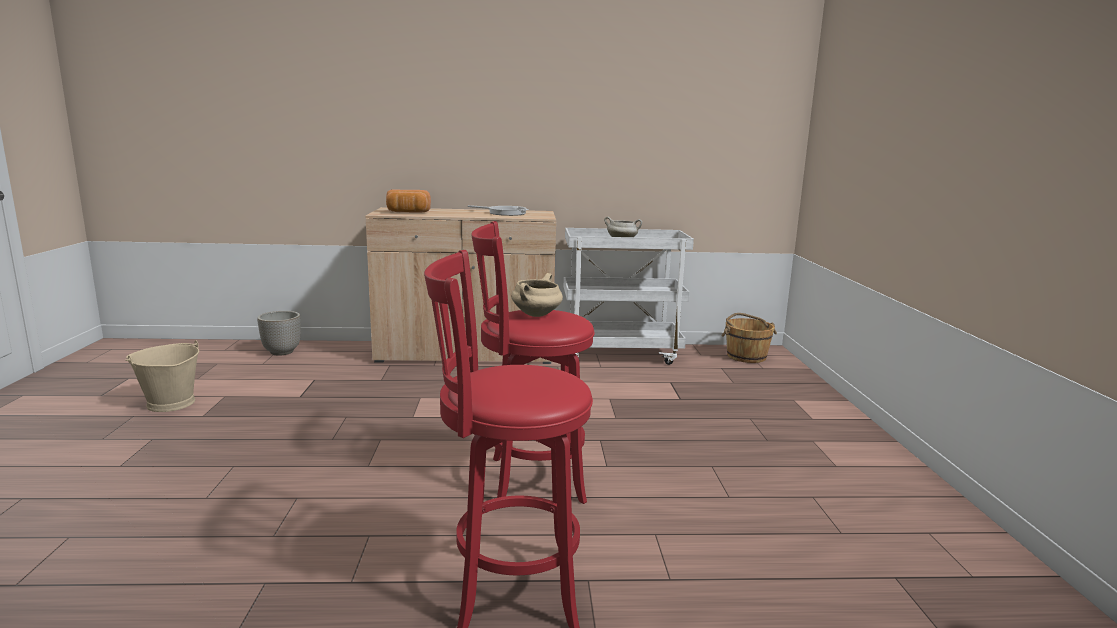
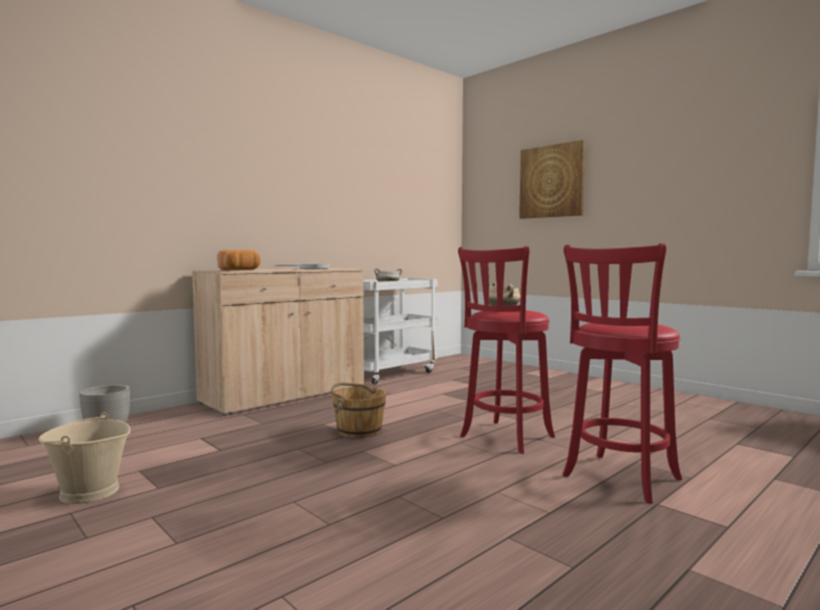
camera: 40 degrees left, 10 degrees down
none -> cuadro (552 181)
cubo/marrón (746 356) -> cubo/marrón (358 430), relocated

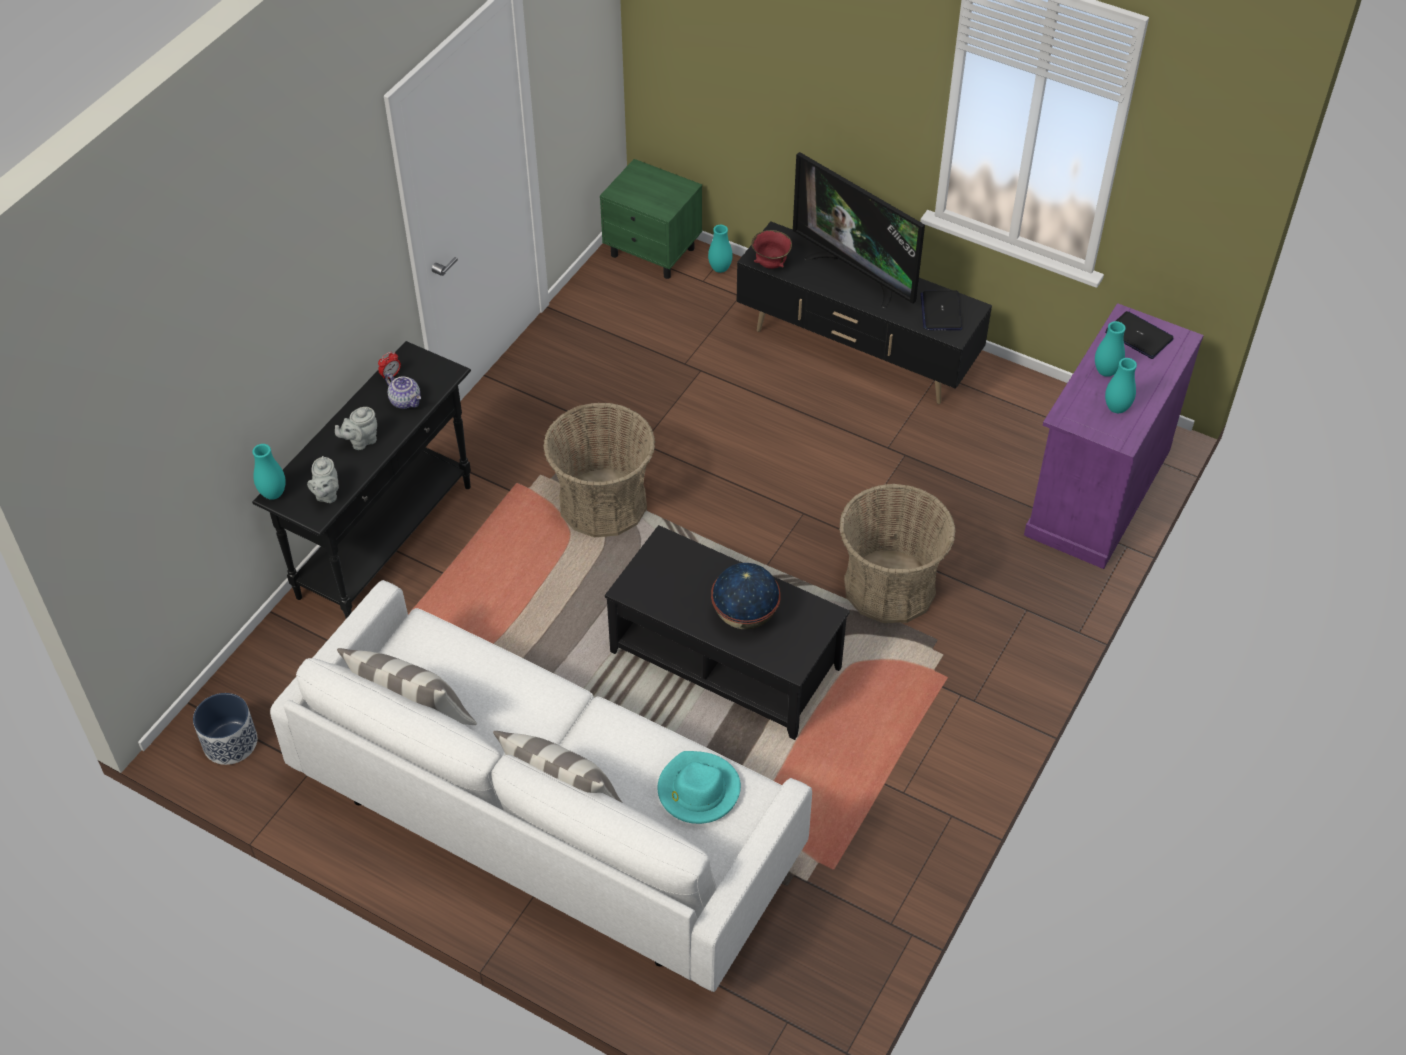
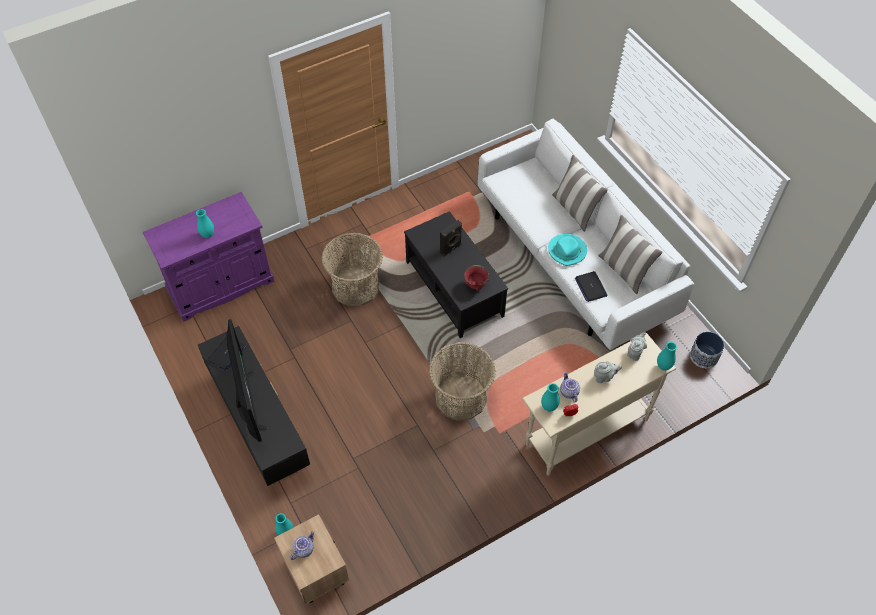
camera: 150 degrees left, 5 degrees up
none -> tetera (303 549)
sombrero/turquesa (698 790) -> sombrero/turquesa (567 251), relocated
cuenco/rojo (770 264) -> cuenco/rojo (476 285), relocated
portátil (1139 336) -> portátil (590 287), relocated
florero/turquesa (1116 408) -> florero/turquesa (549 407), relocated
globo terráqueo (745 616) -> altavoz/negro (451 249)
mesa consola/negro (386 541) -> mesa consola/beis (586 431)
mesita de noche/verde (653 252) -> mesita de noche/beis (316 571)

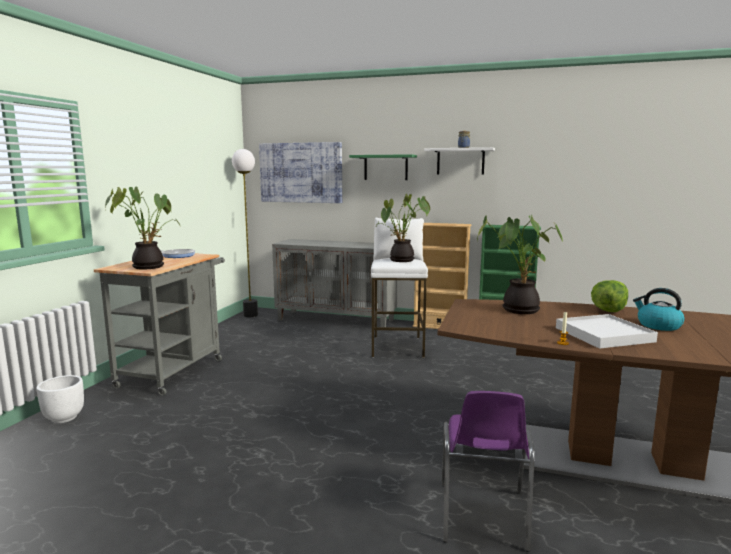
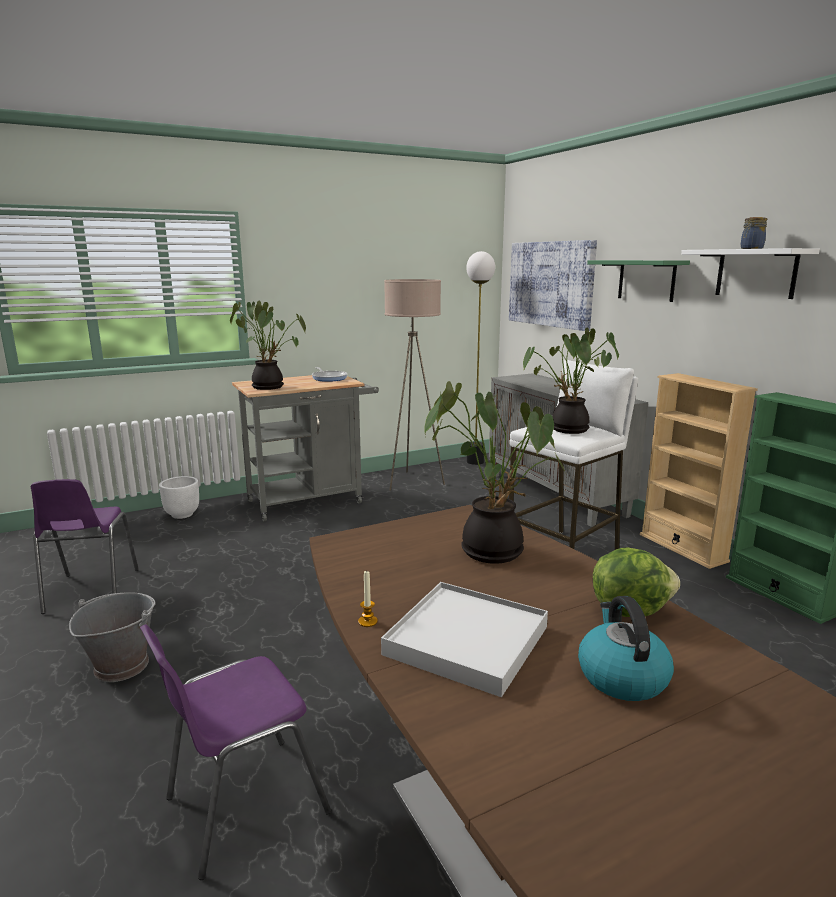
camera: 45 degrees right, 5 degrees up
none -> silla/morado (90 592)
none -> cubo/gris (121 665)
none -> lámpara de pie/beis (413 482)

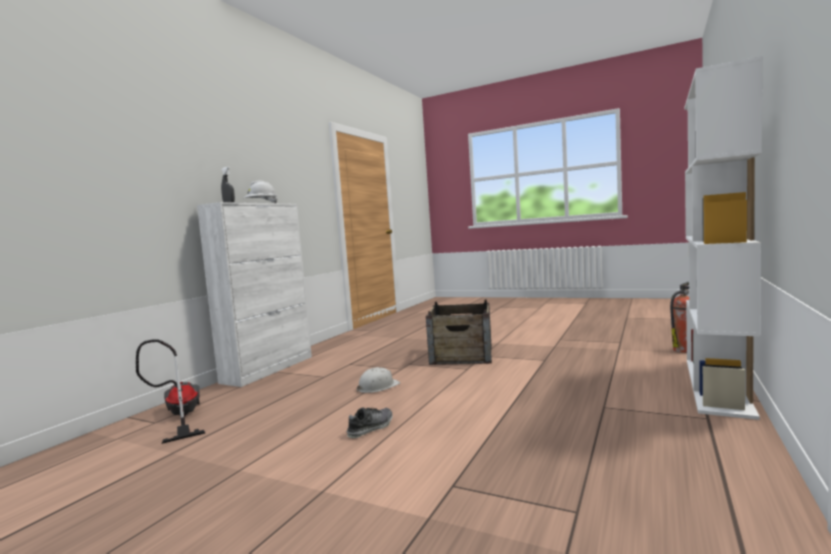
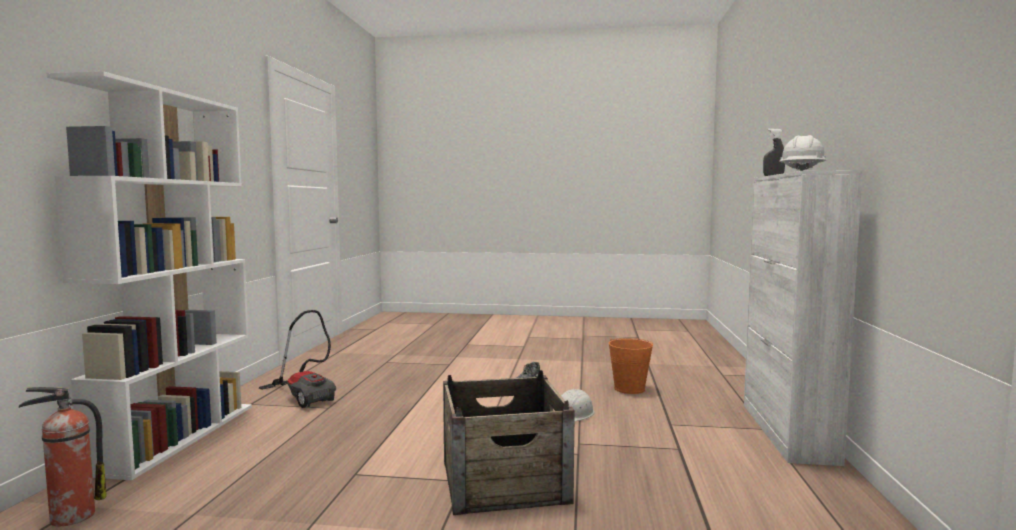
camera: 160 degrees right, 0 degrees up
none -> cubo/naranja (629 389)
aspiradora (179 417) -> aspiradora (305 396), relocated

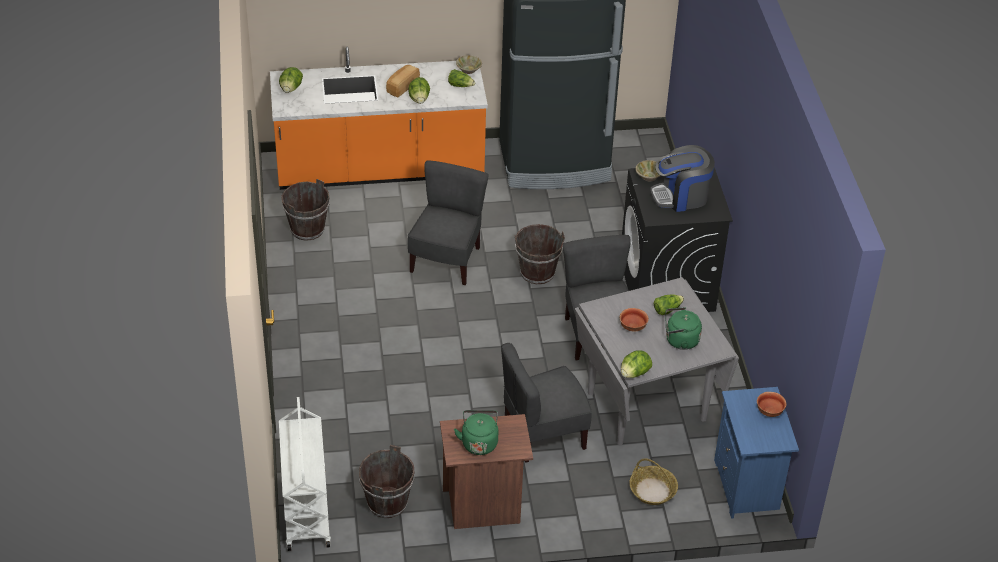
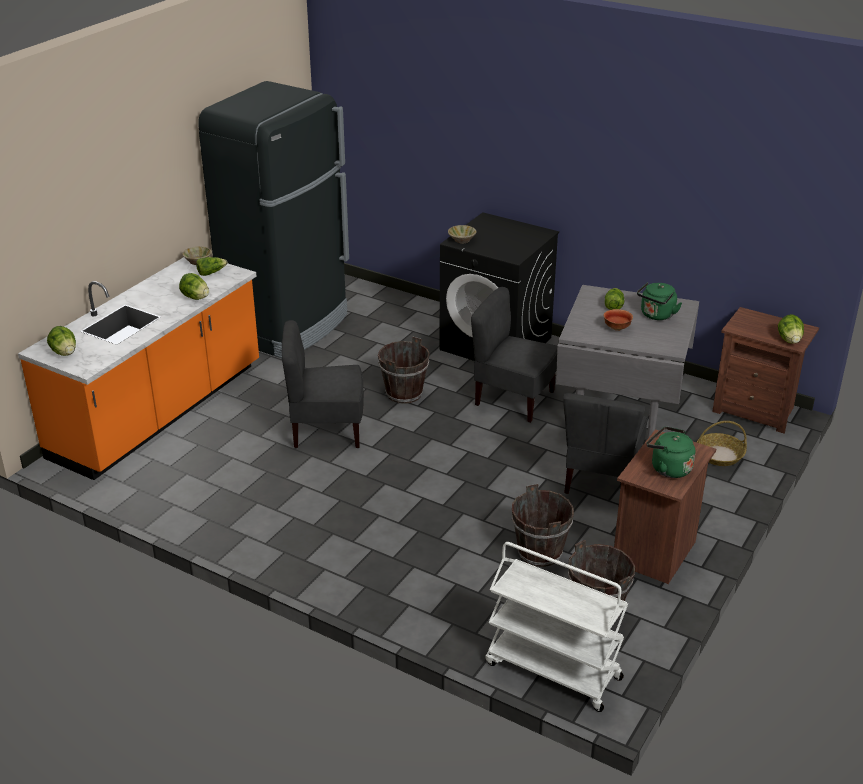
camera: 50 degrees left, 10 degrees down
pan (402 87) -> none
cafetera (681 196) -> none
cuenco (769 411) -> none
cubo/marrón (307 229) -> cubo/marrón (539 552), relocated
lechuga (634 373) -> lechuga (789 340), relocated
mesita de noche/azul (748 487) -> mesita de noche/marrón (756 410)
silla/gris (447 260) -> silla/gris (326 431), 60 degrees counterclockwise

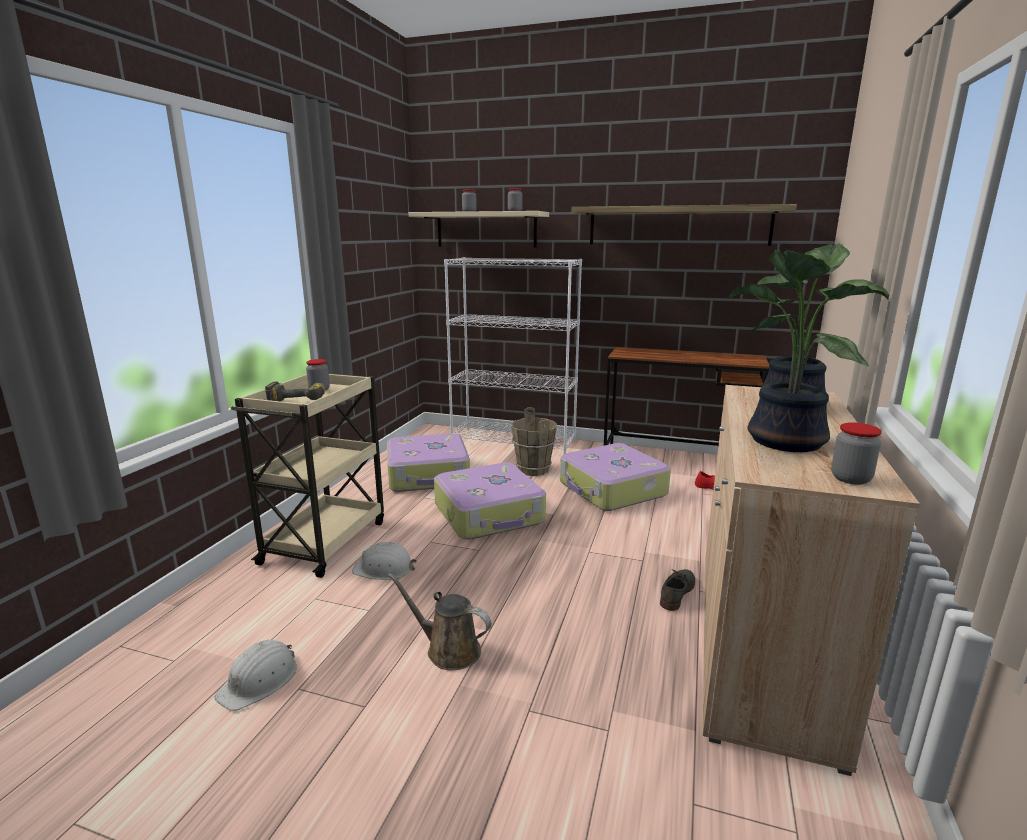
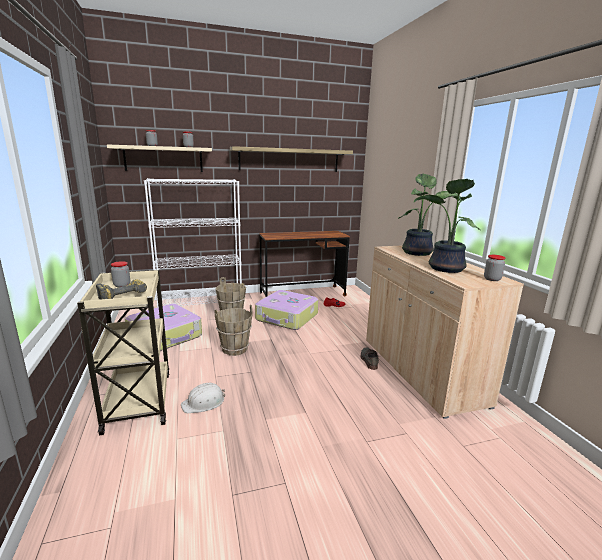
camera: 35 degrees left, 0 degrees up
casco/blanco (260 680) -> none
regadera/marrón (448 650) -> none
maleta (490 514) -> cubo/marrón (234 349)

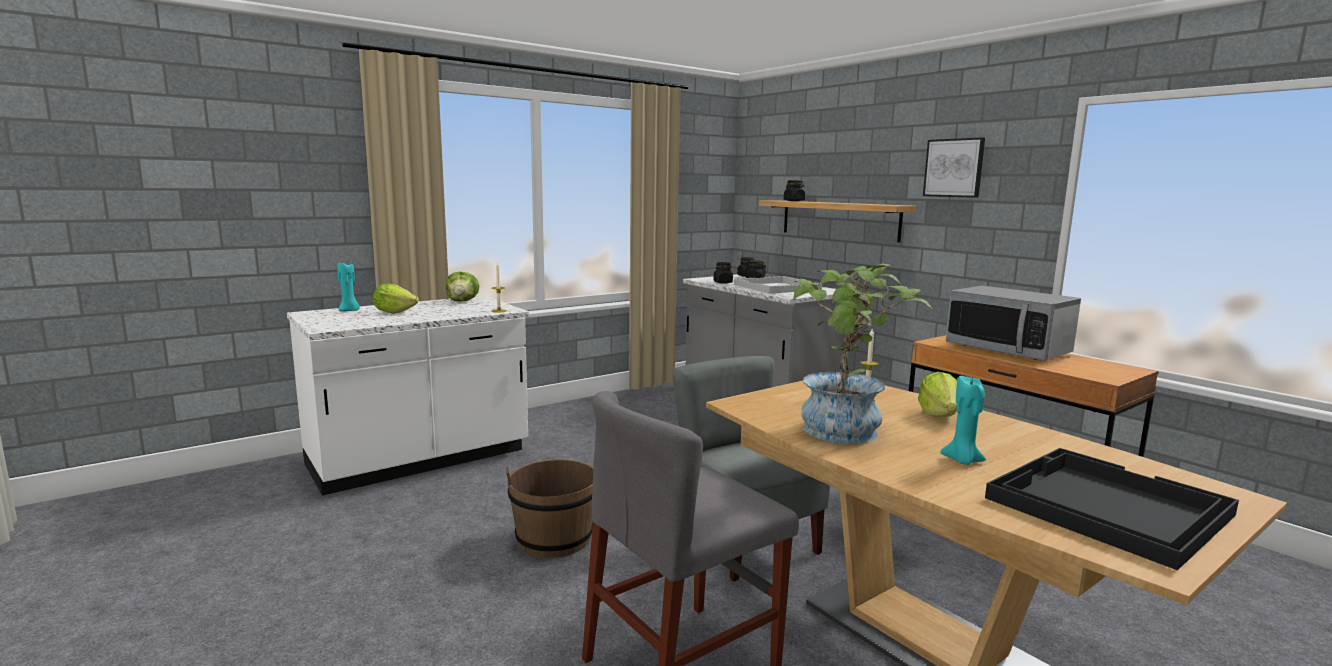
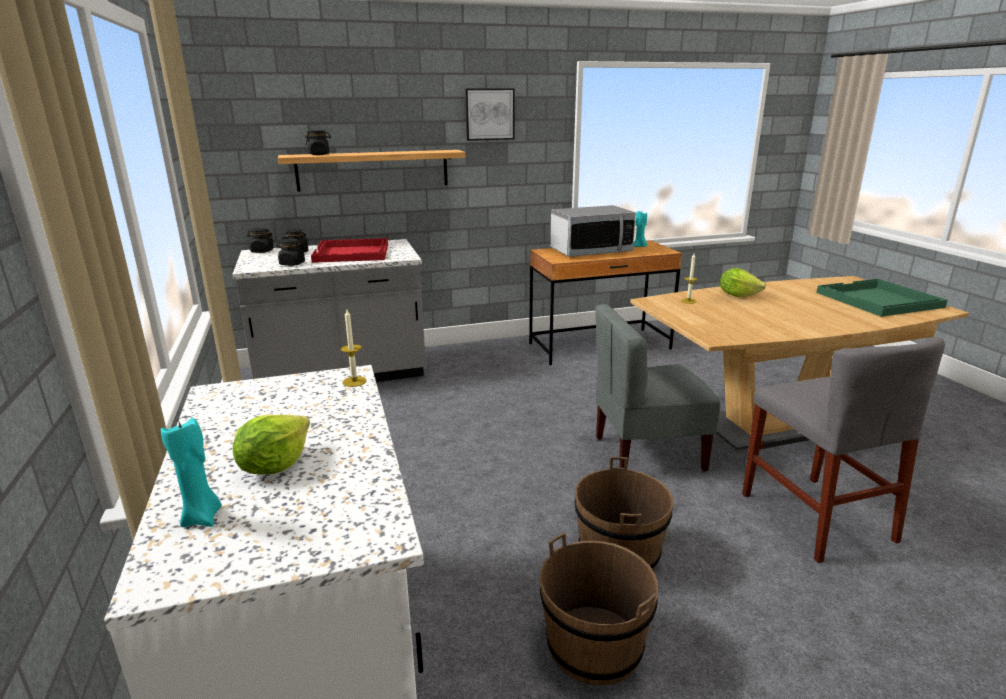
camera: 70 degrees left, 10 degrees up
lechuga (462 301) -> none
planta en maceta (844 434) -> none
none -> cubo/marrón (594 646)
vela/turquesa (962 461) -> vela/turquesa (639 246), relocated
bandeja/blanco (776 287) -> bandeja/rojo (352 253)
bandeja/negro (1104 506) -> bandeja/verde (878 300)

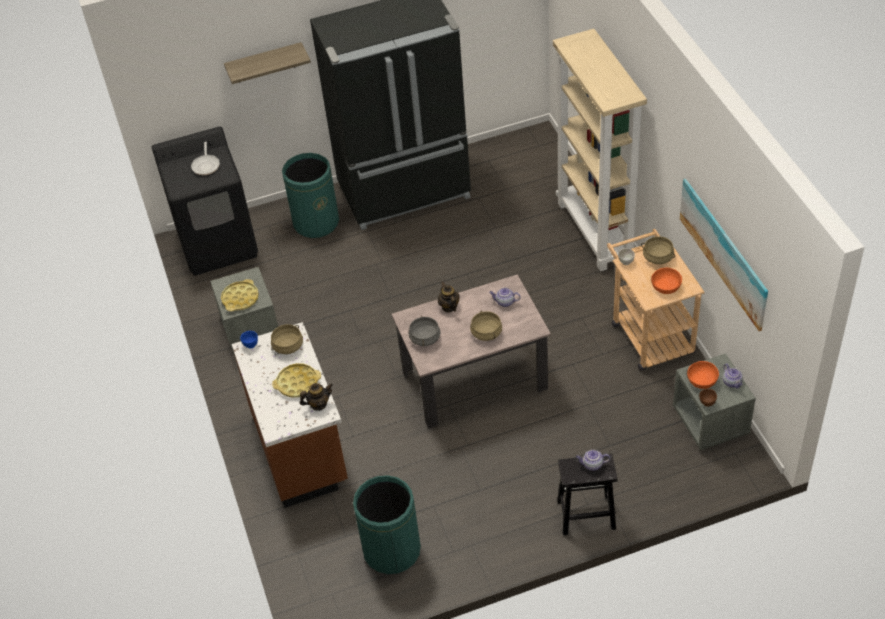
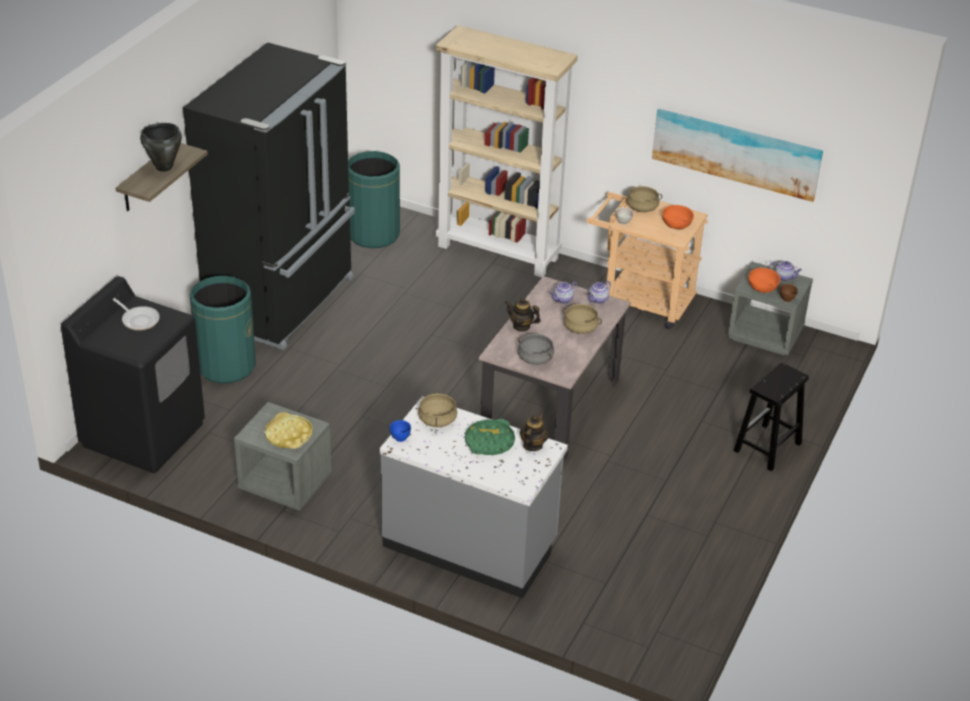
camera: 50 degrees left, 10 degrees down
none -> olla/negro (163 167)
papelera/verde (392 550) -> papelera/verde (373 234), relocated
tetera (592 465) -> tetera (598 300), relocated
mueble bajo de cocina/marrón (301 447) -> mueble bajo de cocina/gris (470 544)
bandeja/amarillo (297 383) -> bandeja/verde (489 441)

